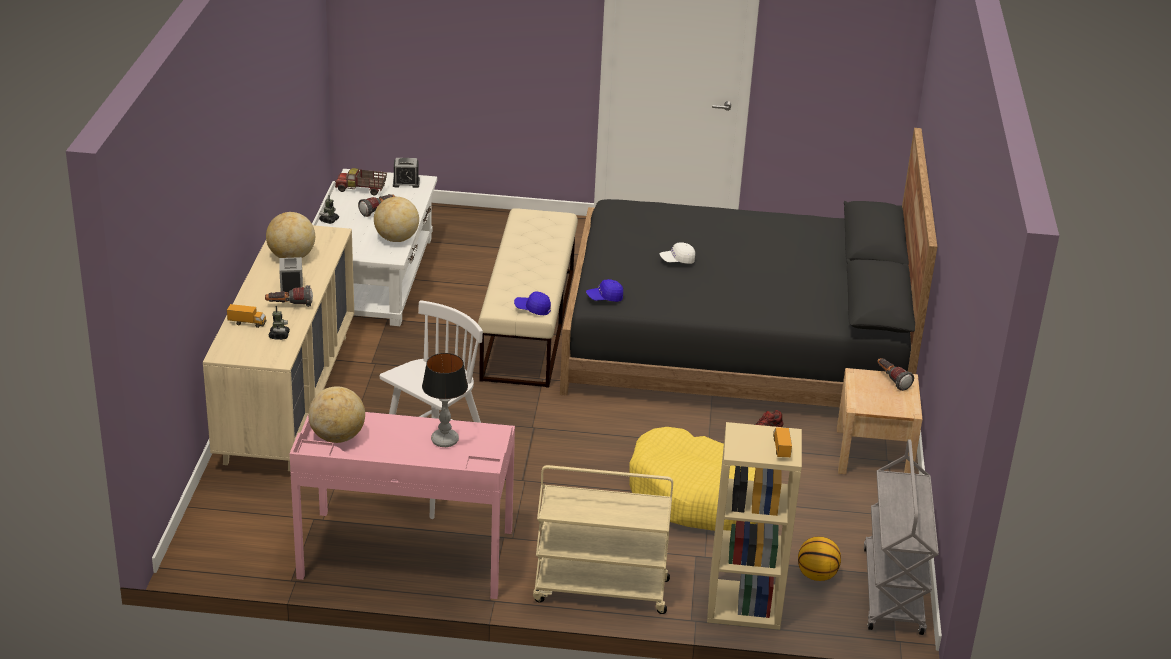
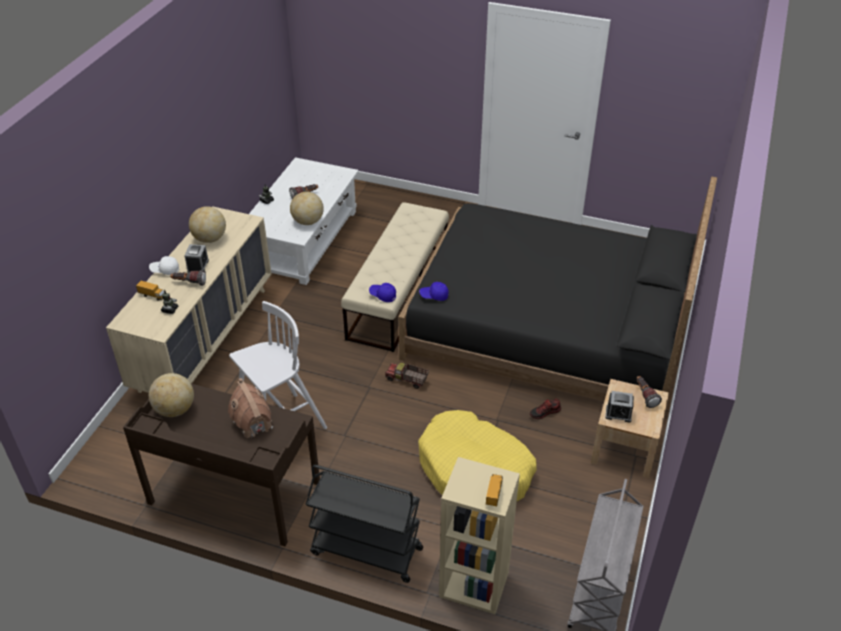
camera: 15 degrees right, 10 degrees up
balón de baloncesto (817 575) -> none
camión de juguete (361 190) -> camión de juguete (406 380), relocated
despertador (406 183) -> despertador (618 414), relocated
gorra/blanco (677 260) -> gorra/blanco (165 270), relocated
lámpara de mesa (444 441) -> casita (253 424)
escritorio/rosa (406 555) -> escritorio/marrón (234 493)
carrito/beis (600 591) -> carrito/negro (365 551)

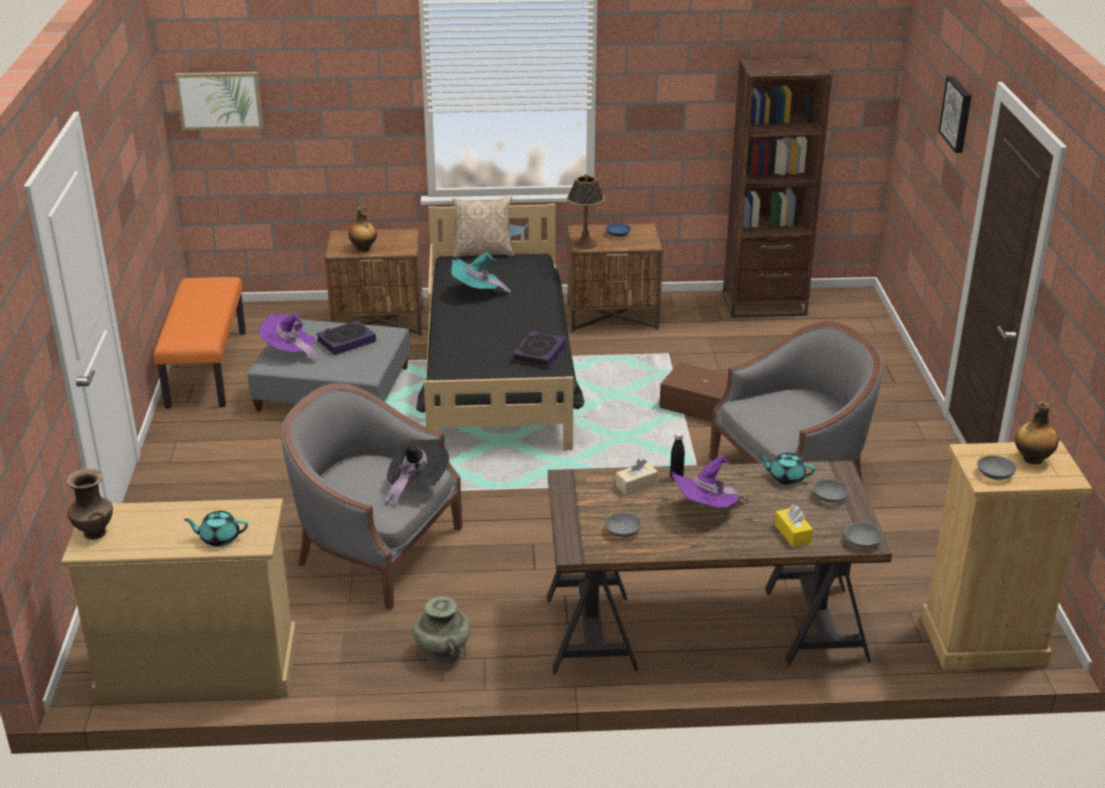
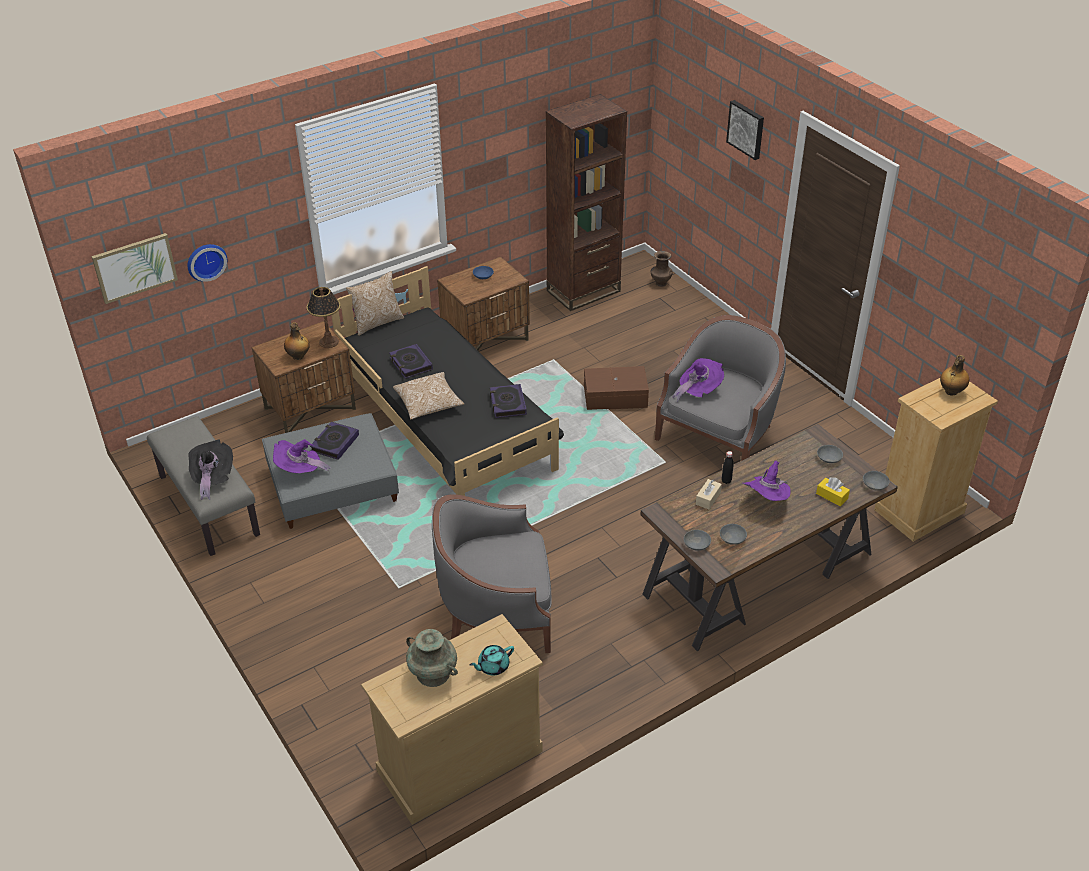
camera: 30 degrees left, 10 degrees up
tetera/turquesa (786 478) -> none
none -> reloj de pared (206 261)
none -> cojín (428 404)
none -> sombrero/morado (698 390)
florero/marrón (94 532) -> florero/marrón (660 283), relocated
sombrero/negro (415 486) -> sombrero/negro (212 478), relocated
florero/turquesa (443 652) -> florero/turquesa (433 673), relocated
lámpara de mesa (585 244) -> lámpara de mesa (328 342), relocated
cuenco/gris (995 474) -> cuenco/gris (697 544), relocated
sombrero/turquesa (477 293) -> libro (410 364)
banco/naranja (206 369) -> banco/gris (207 505)

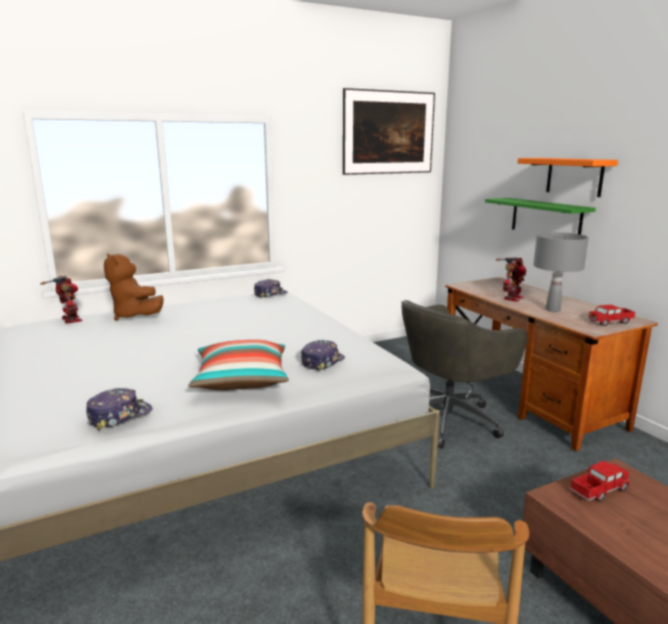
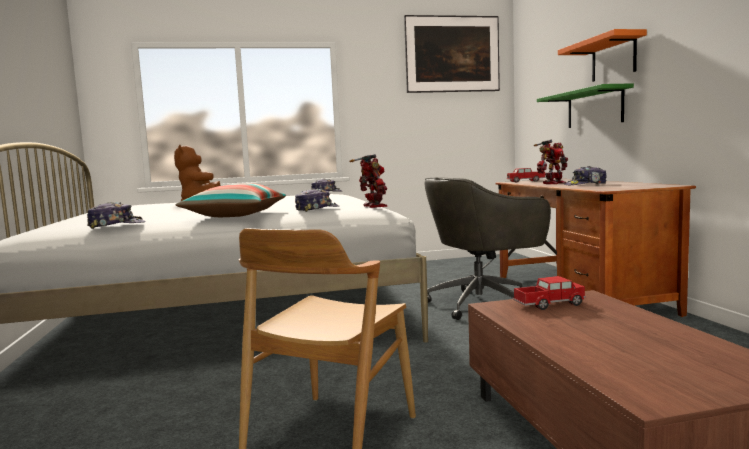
camera: 15 degrees right, 10 degrees down
robot de juguete (69 320) -> robot de juguete (373 206), relocated
camión de juguete (610 322) -> camión de juguete (525 181), relocated
lámpara de mesa/gris (553 310) -> gorra (586 185)

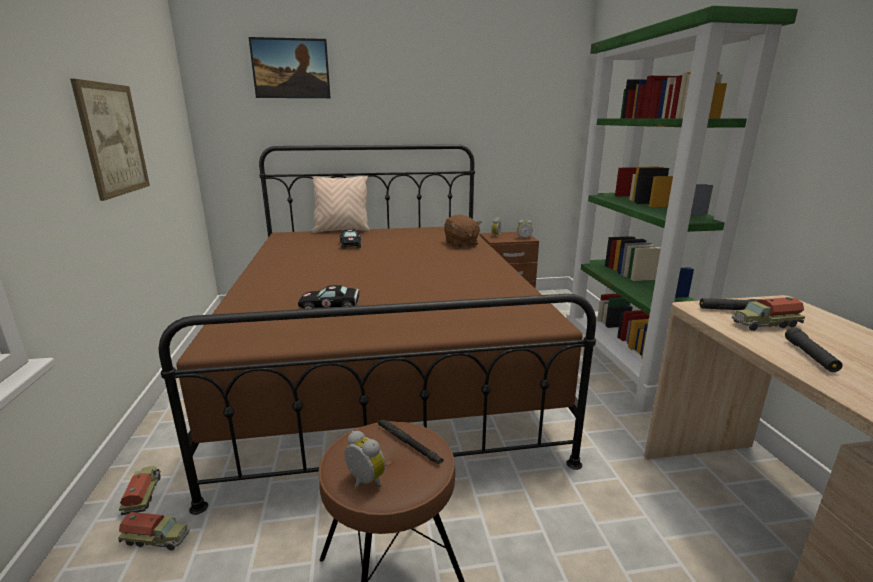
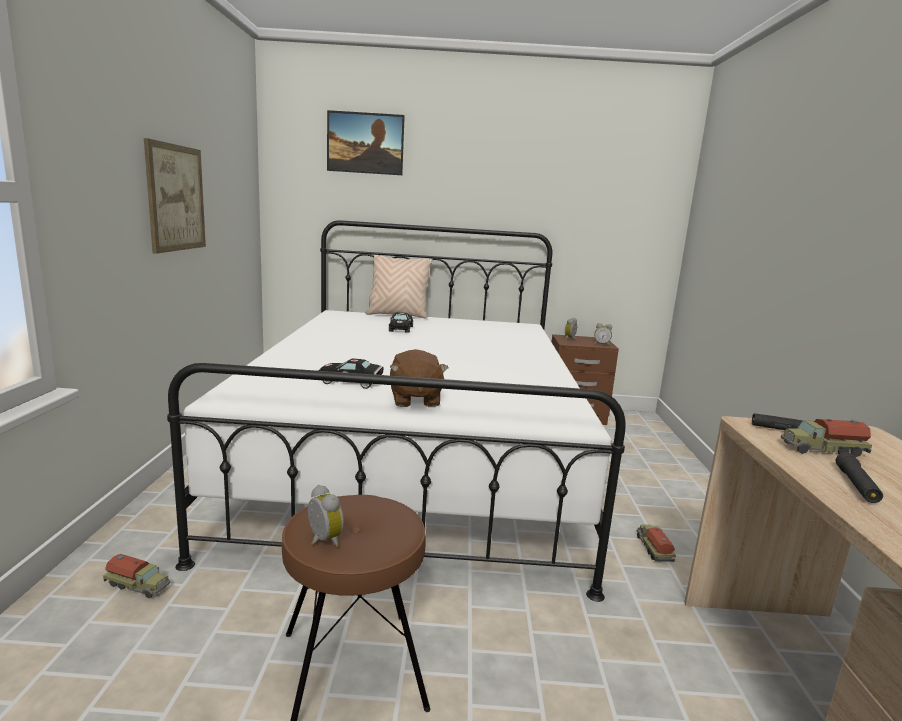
camera: 10 degrees right, 5 degrees down
linterna/negro (409 444) -> none
estantería/verde (625 365) -> none
camión de juguete (143 495) -> camión de juguete (653 549), relocated
peluche/marrón (461 244) -> peluche/marrón (414 400), relocated
cama/marrón (383 363) -> cama/blanco (414 461)

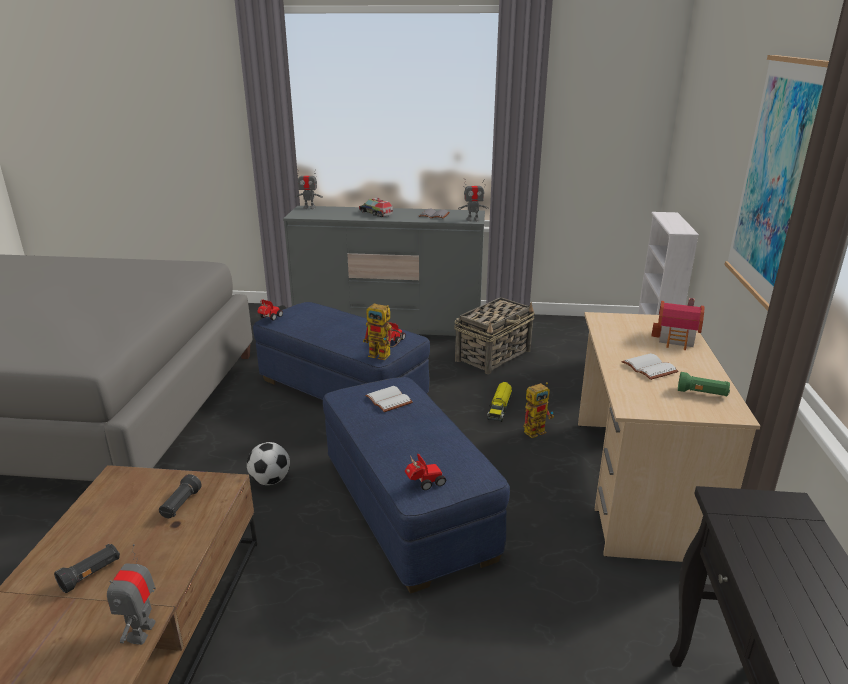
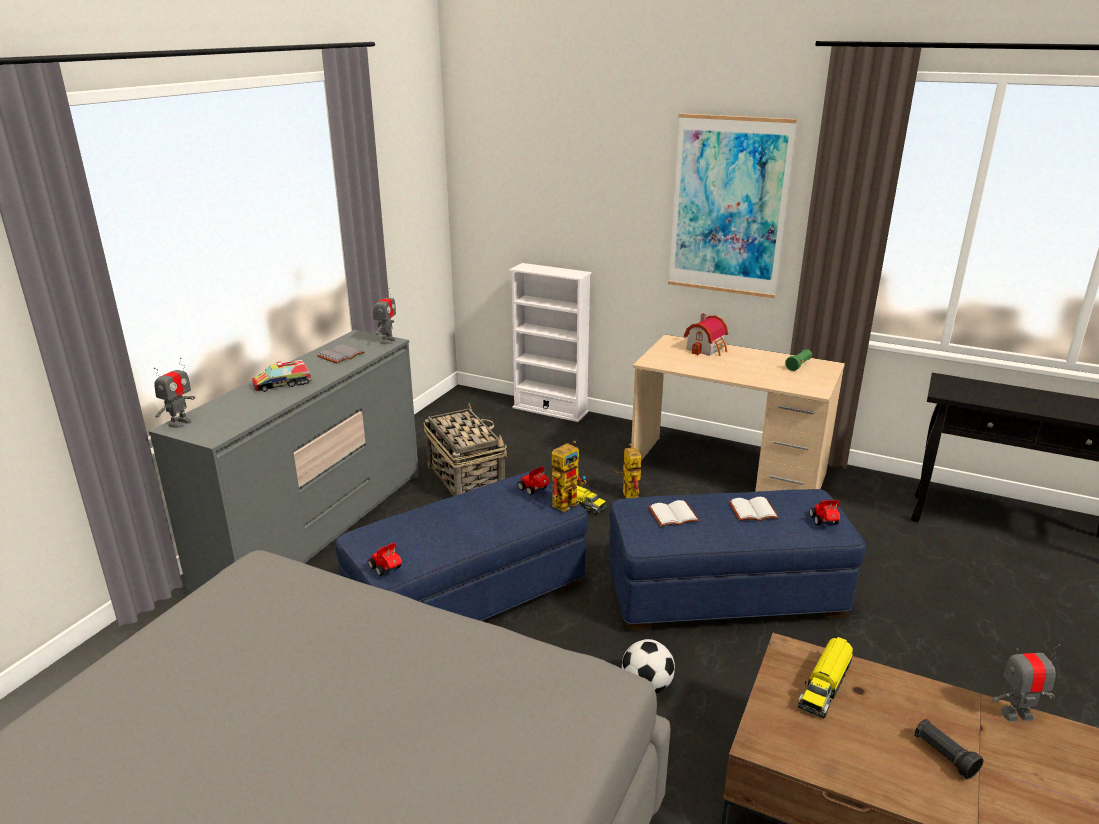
camera: 70 degrees left, 0 degrees up
libro/blanco (647 368) -> libro/blanco (752 512), relocated
linterna/negro (181 505) -> camión de juguete (825 685)
robot de juguete (141 631) -> robot de juguete (1016 715), 150 degrees clockwise

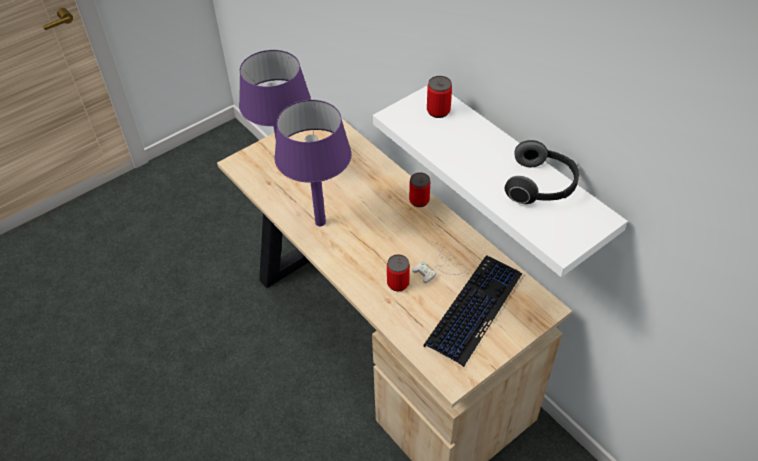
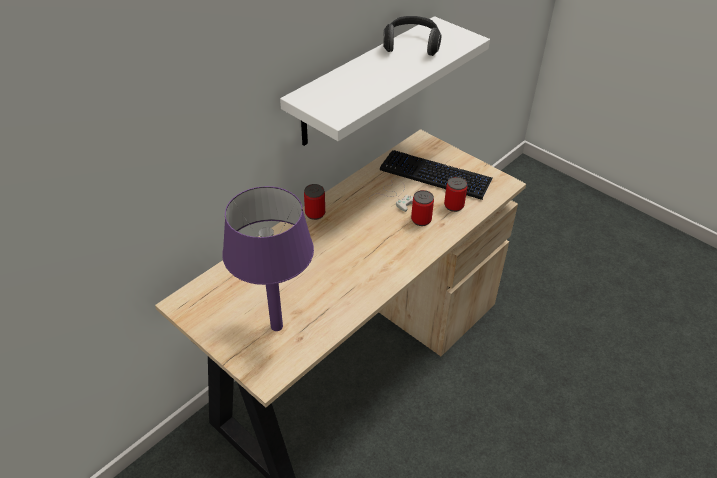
camera: 100 degrees left, 5 degrees down
lámpara de mesa/morado (320 222) -> none
lata (438 111) -> lata (454 205), relocated

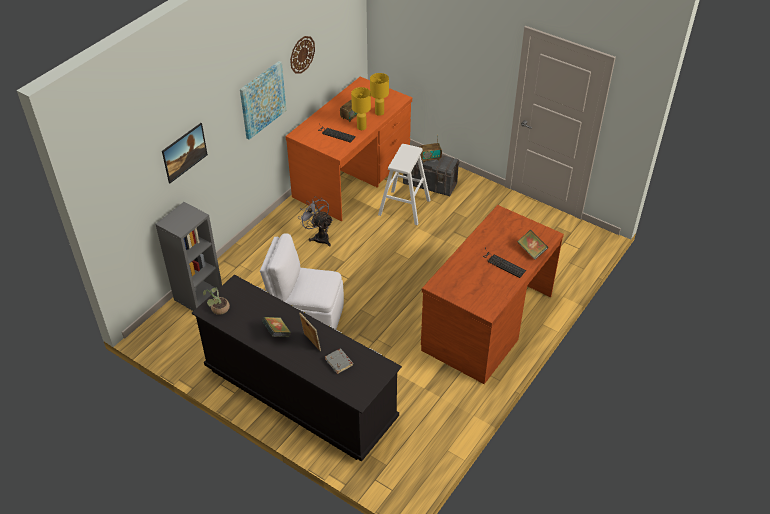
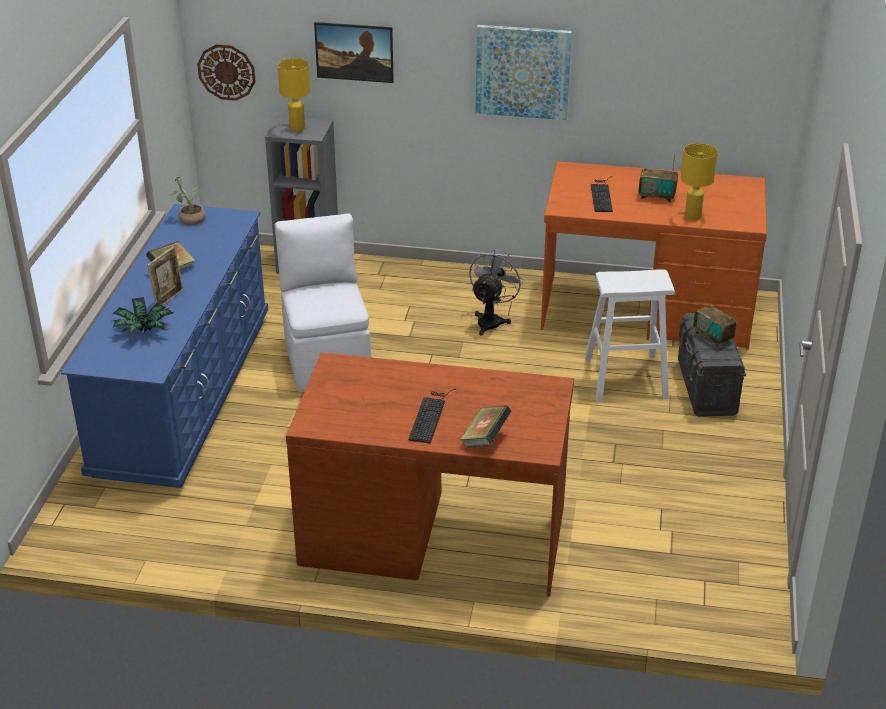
camera: 65 degrees right, 10 degrees down
reloj de pared (302 54) -> reloj de pared (226 72), relocated
lámpara de mesa/amarillo (362 127) -> lámpara de mesa/amarillo (297 128), relocated
libro/gris (339 362) -> planta en maceta (143 330)
cómoda/negro (300 393) -> cómoda/azul (184 394)

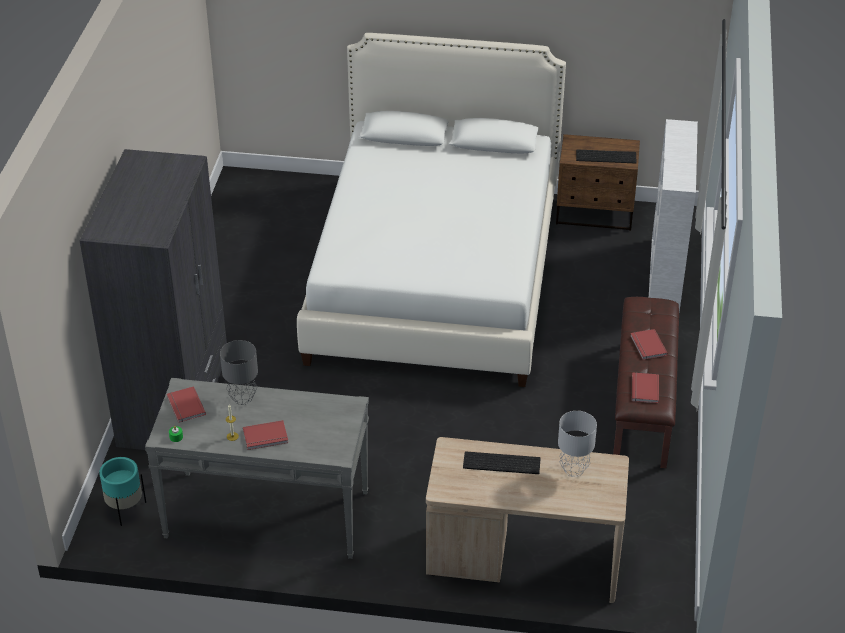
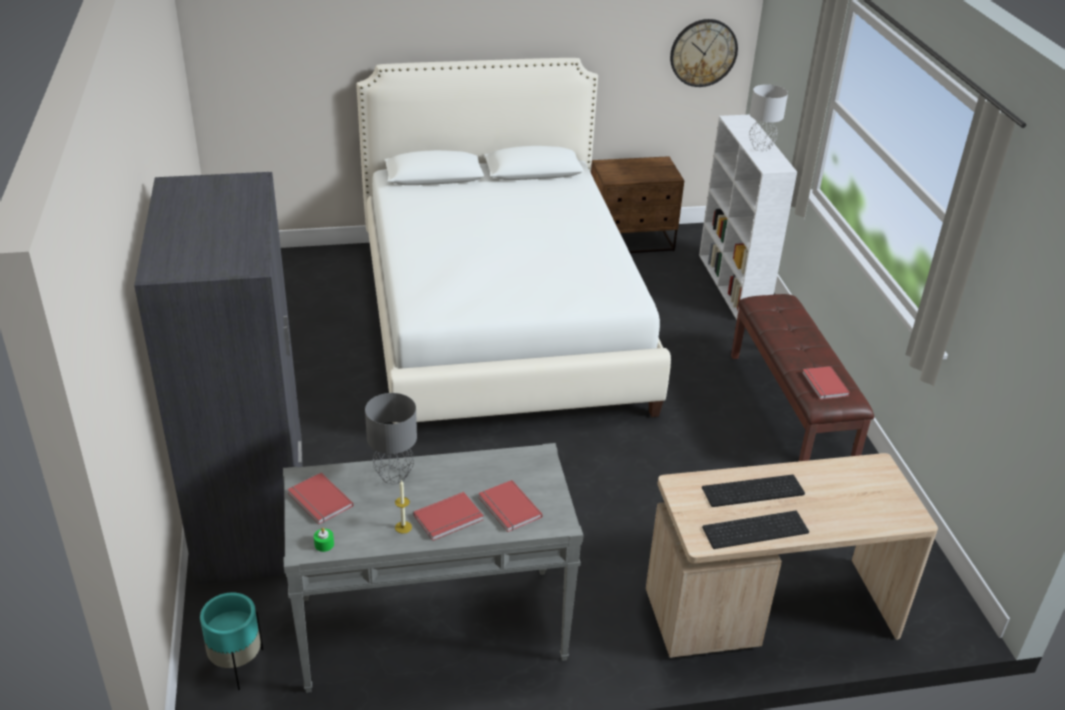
camera: 20 degrees left, 5 degrees down
none -> reloj de pared (703 52)
lámpara de mesa/gris (574 470) -> lámpara de mesa/gris (761 148), relocated
teclado (606 156) -> teclado (755 528), relocated
libro/rojo (647 346) -> libro/rojo (508 508), relocated

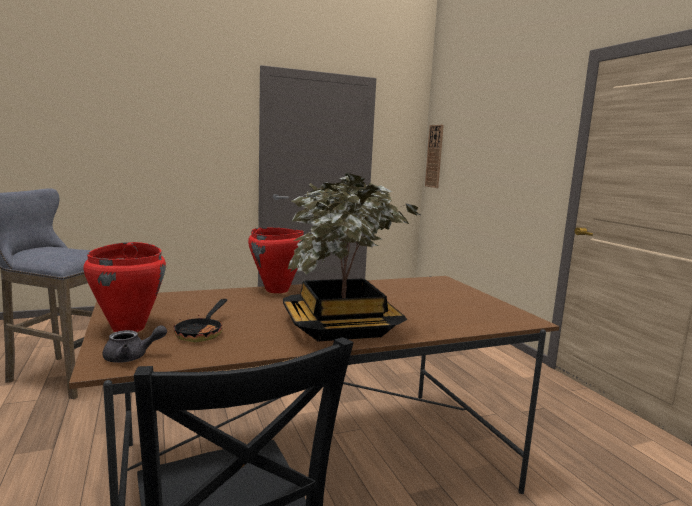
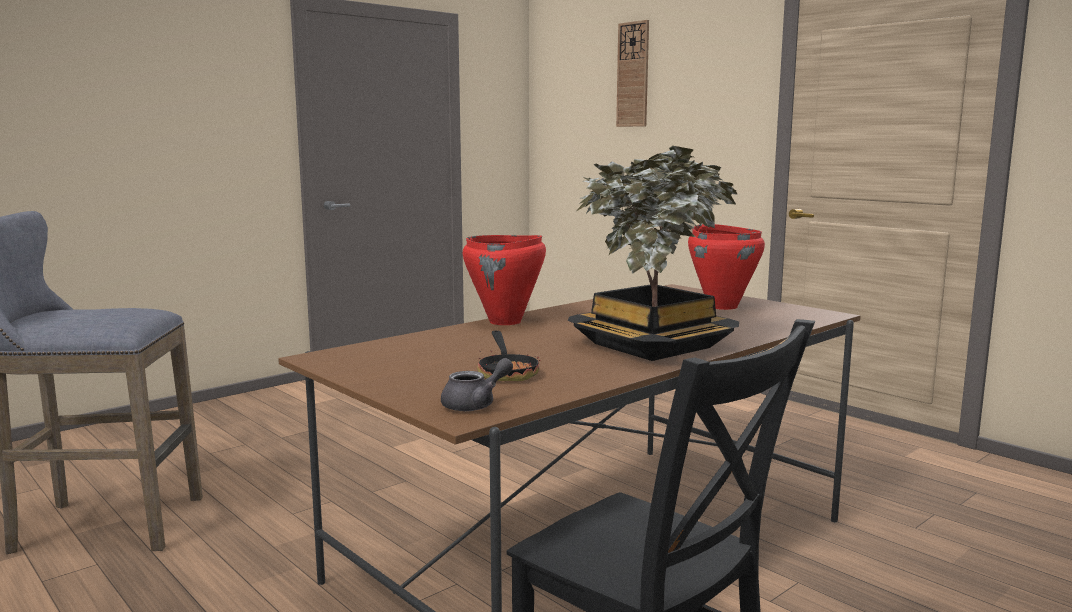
camera: 20 degrees left, 0 degrees up
olla/rojo (129 328) -> olla/rojo (722 306), relocated
reloj de pared (434 156) -> reloj de pared (633 74), relocated

